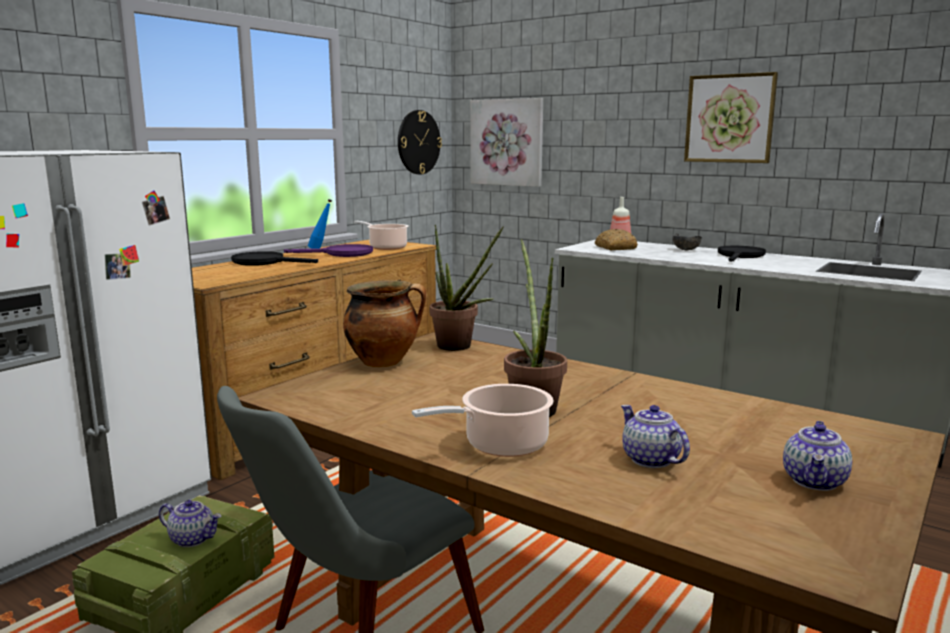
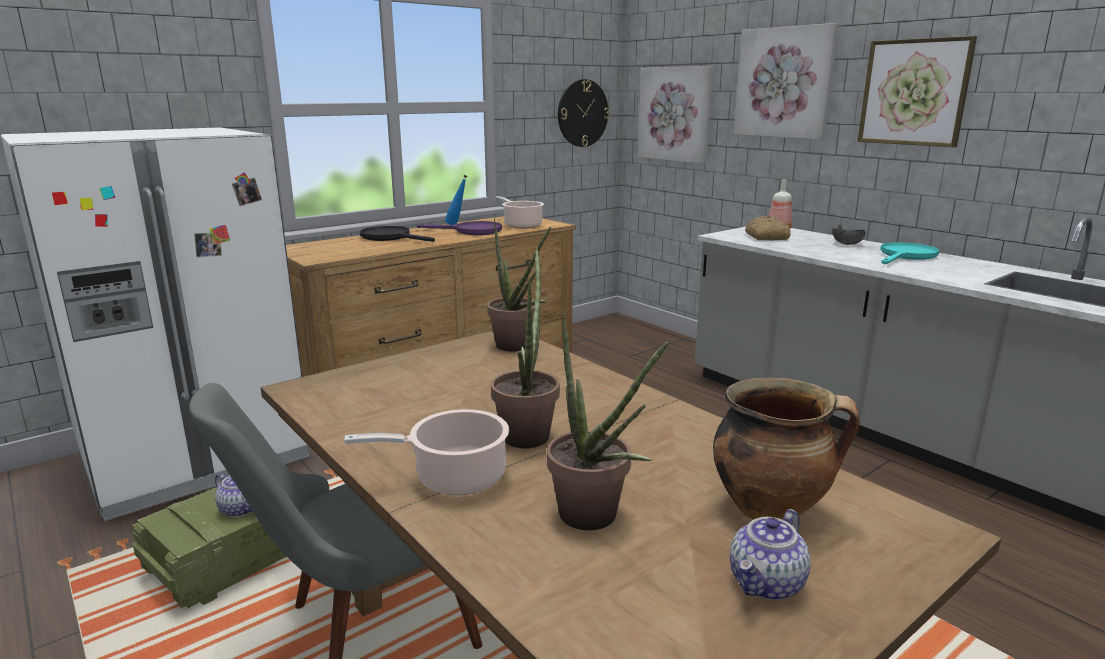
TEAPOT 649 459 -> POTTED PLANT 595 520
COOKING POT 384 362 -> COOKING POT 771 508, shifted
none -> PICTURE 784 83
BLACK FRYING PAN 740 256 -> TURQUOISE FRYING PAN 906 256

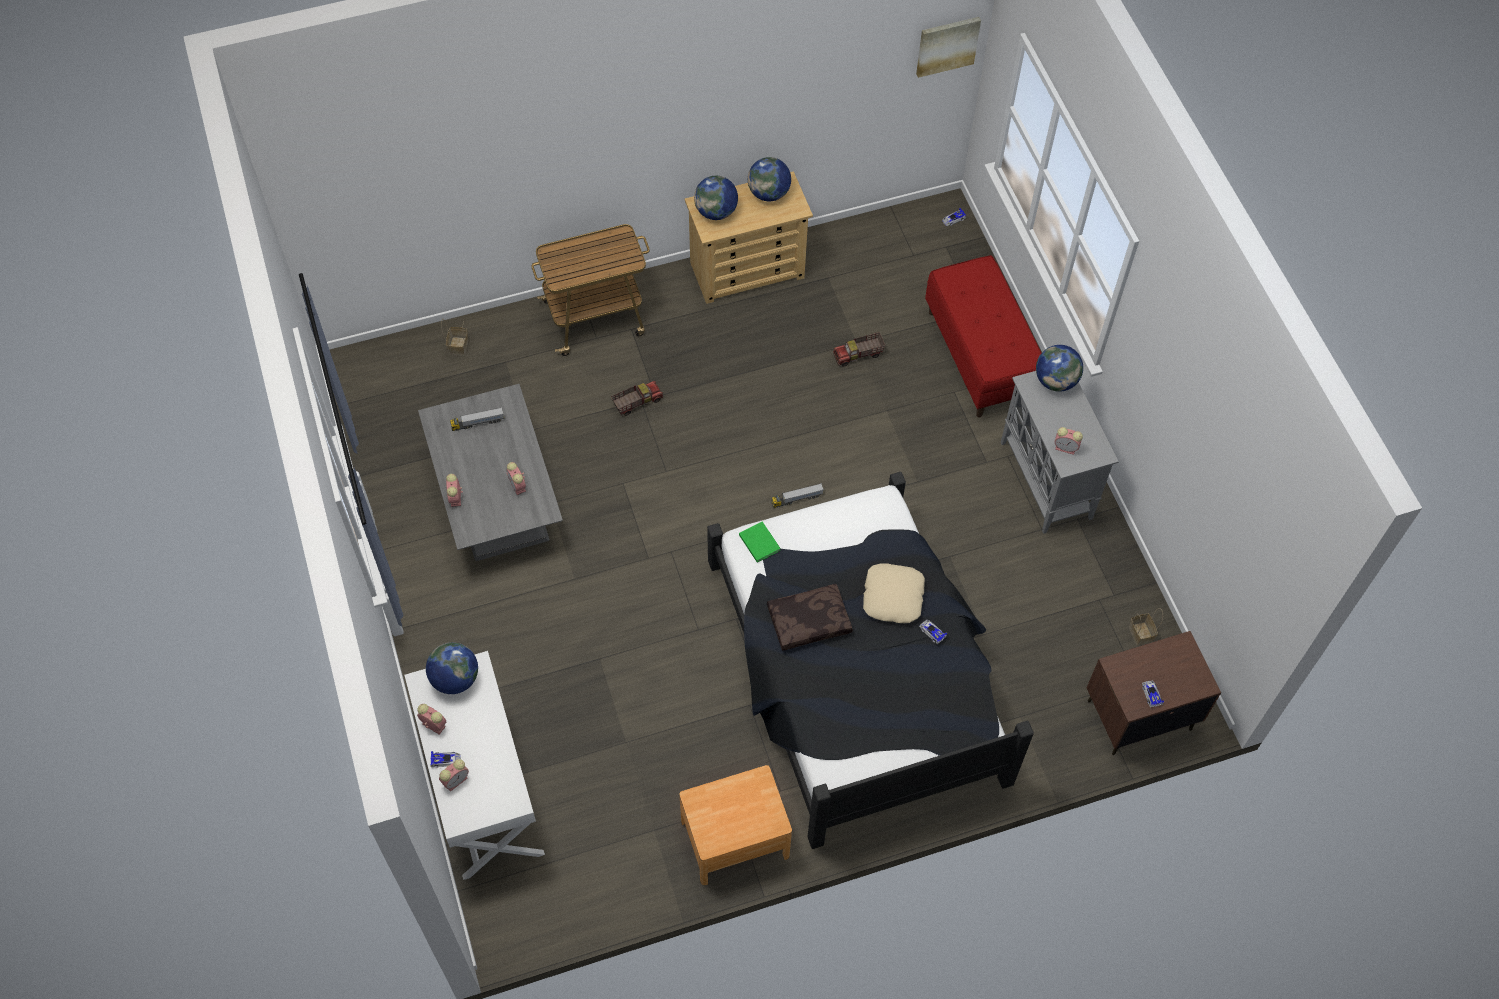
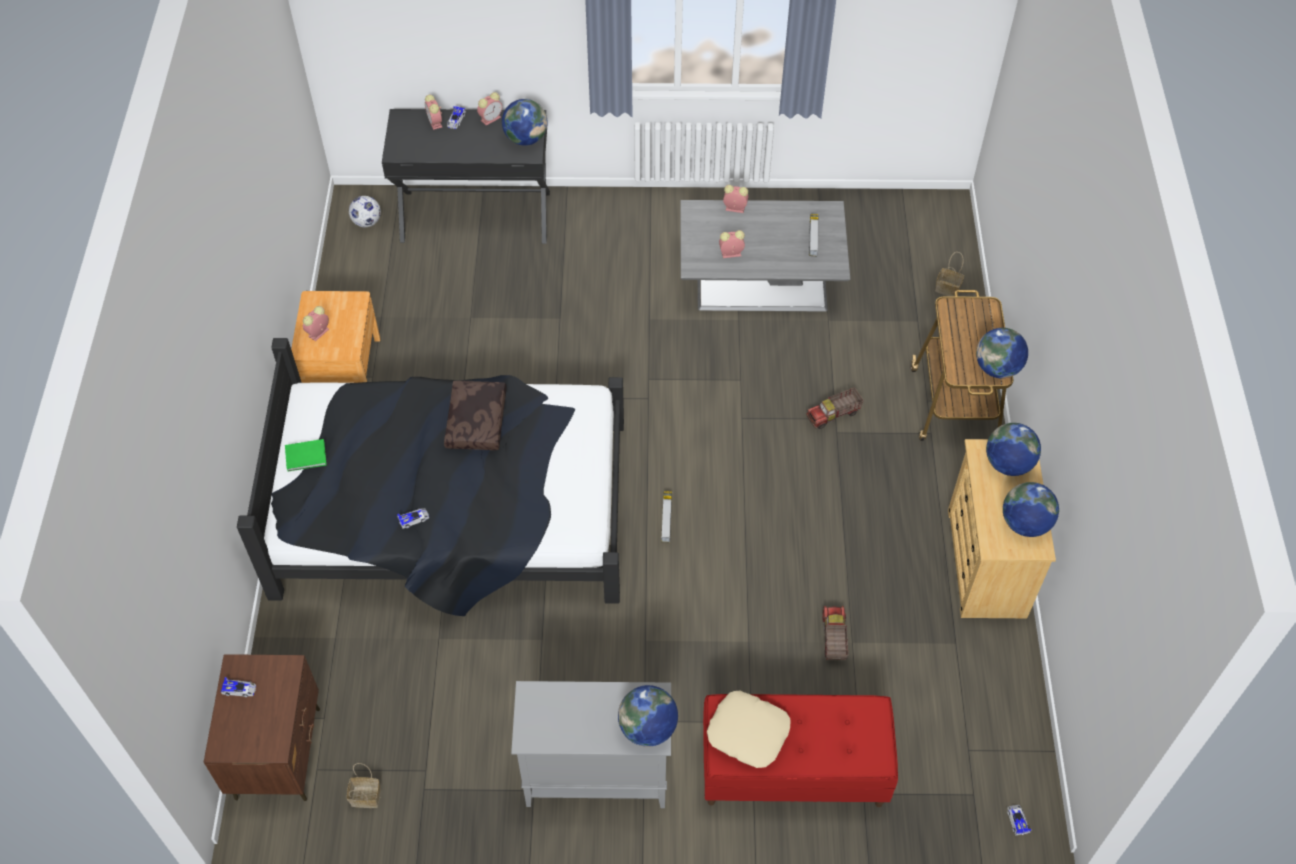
GREEN BOOK 759 541 -> GREEN BOOK 307 456, shifted
ALARM CLOCK 1066 448 -> ALARM CLOCK 318 333, shifted
none -> FOOTBALL 367 222
WHITE DESK 482 790 -> BLACK DESK 476 215
BEIGE PILLOW 892 596 -> BEIGE PILLOW 748 732, shifted
TOY TRUCK 637 402 -> TOY TRUCK 834 415, 75 degrees clockwise
none -> GLOBE 997 368
PICTURE 947 45 -> none

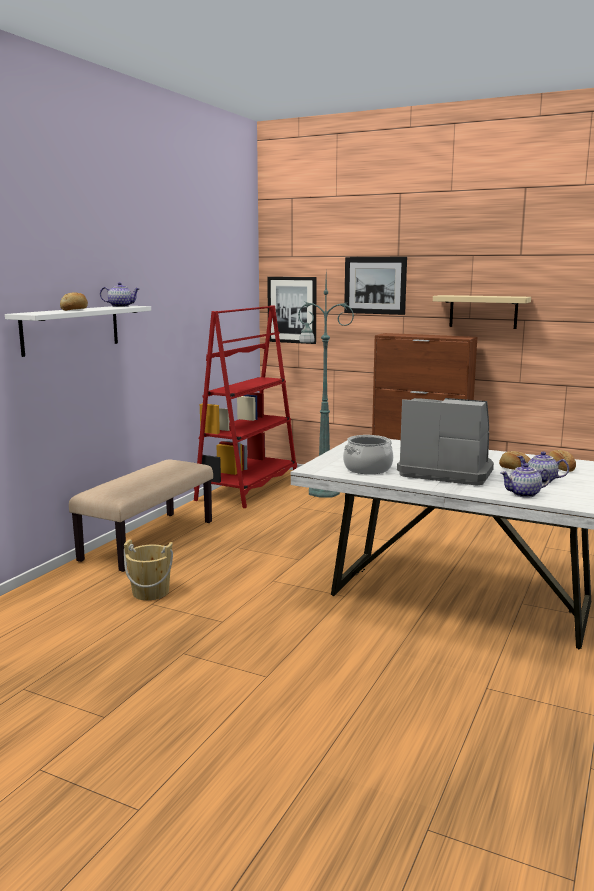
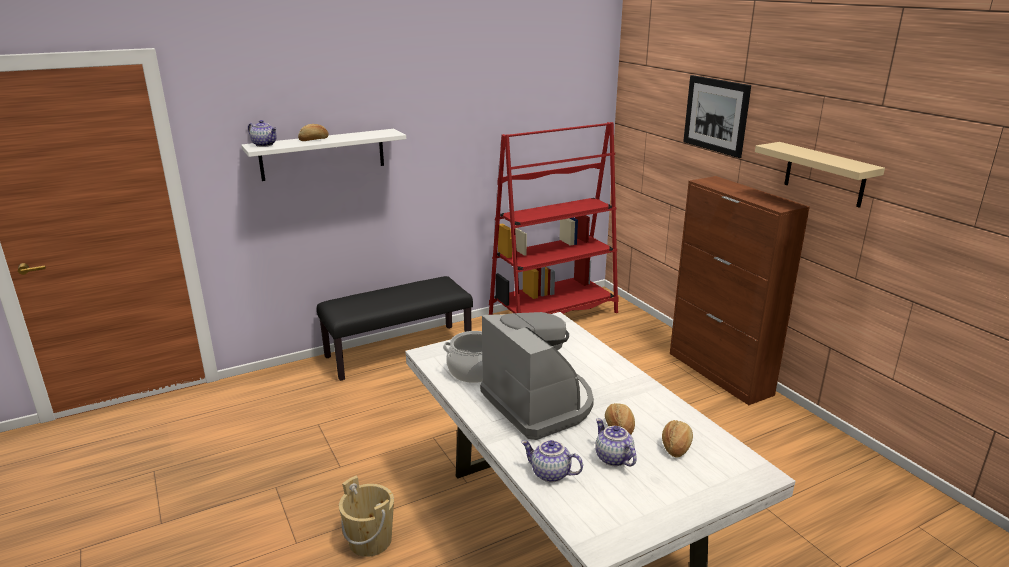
TEAPOT 121 306 -> TEAPOT 265 144, shifted
BEIGE BENCH 148 540 -> BLACK BENCH 399 351
BEIGE BUCKET 150 592 -> BEIGE BUCKET 370 540, shifted
PICTURE 292 310 -> none
GREEN FLOOR LAMP 322 492 -> none

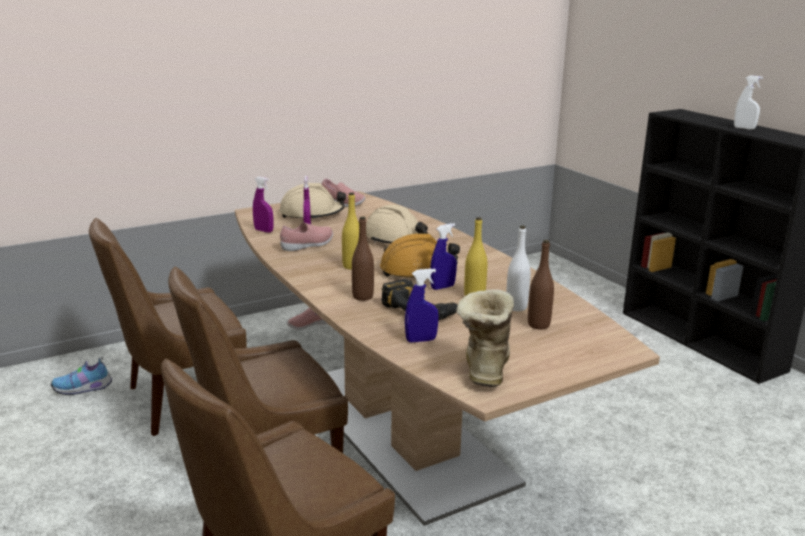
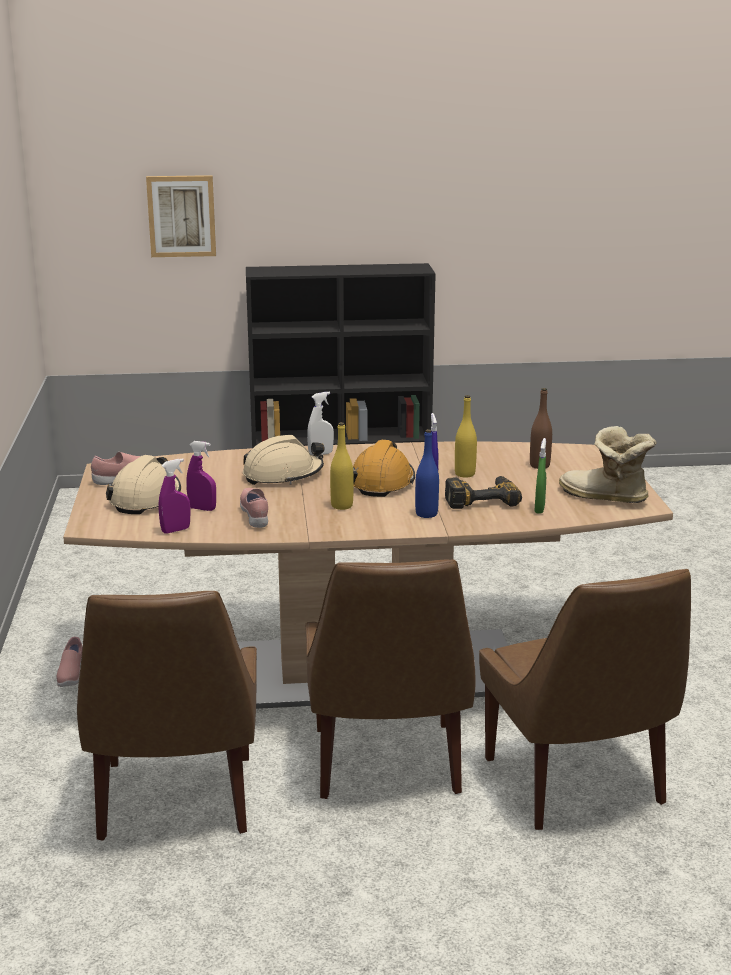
none -> PICTURE 181 216
WHITE SPRAY BOTTLE 744 128 -> WHITE SPRAY BOTTLE 320 454, shifted
BROWN BOTTLE 363 297 -> BLUE BOTTLE 426 514
BLUE SPRAY BOTTLE 421 340 -> GREEN SPRAY BOTTLE 539 509
SHOE 84 389 -> none
WHITE BOTTLE 516 307 -> none

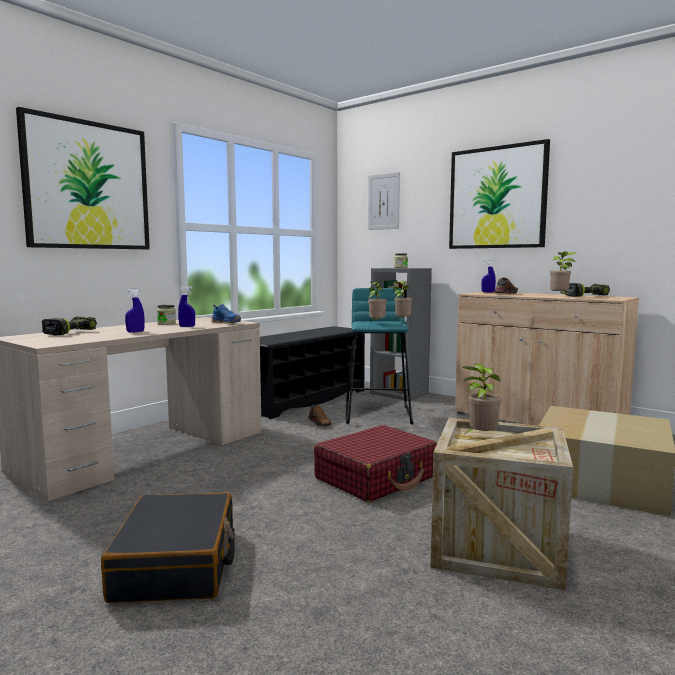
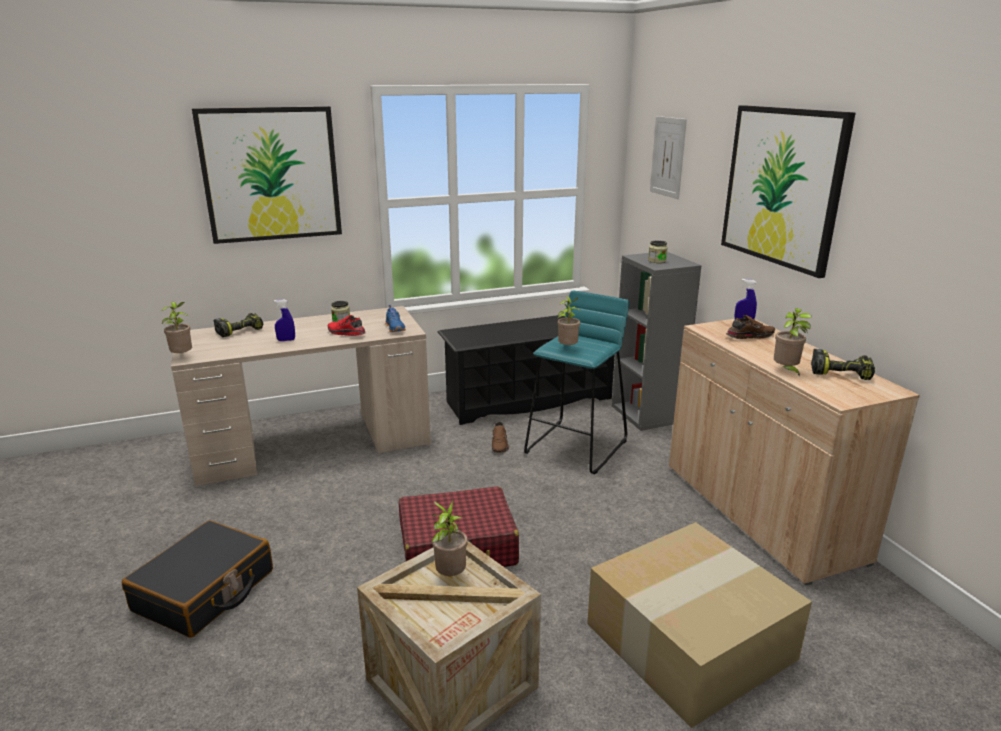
POTTED PLANT 402 321 -> POTTED PLANT 183 357, shifted
BLUE SPRAY BOTTLE 187 326 -> RED SHOE 345 333

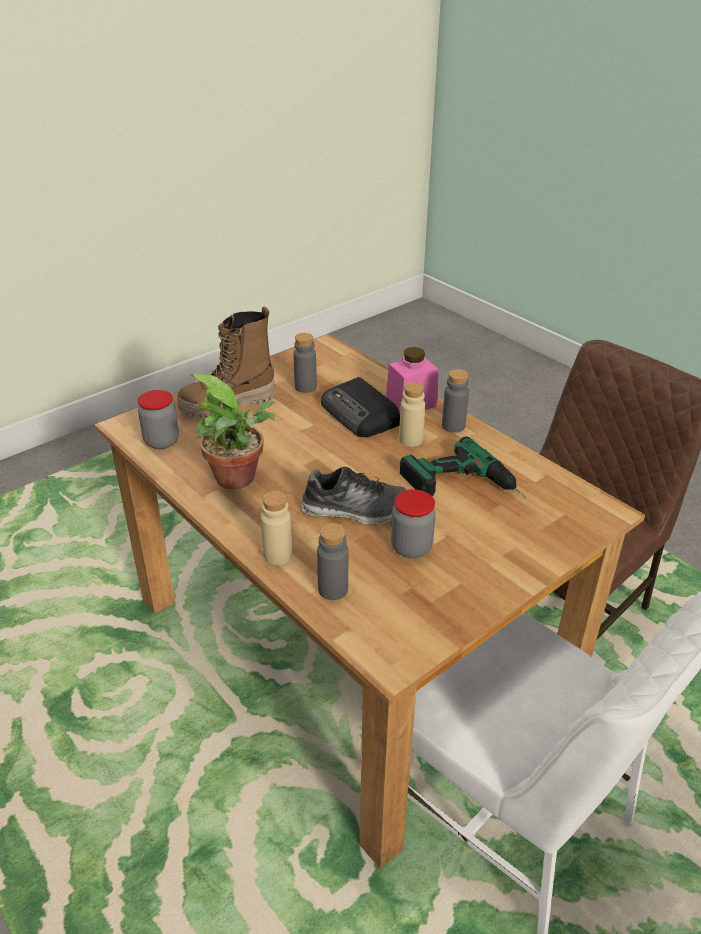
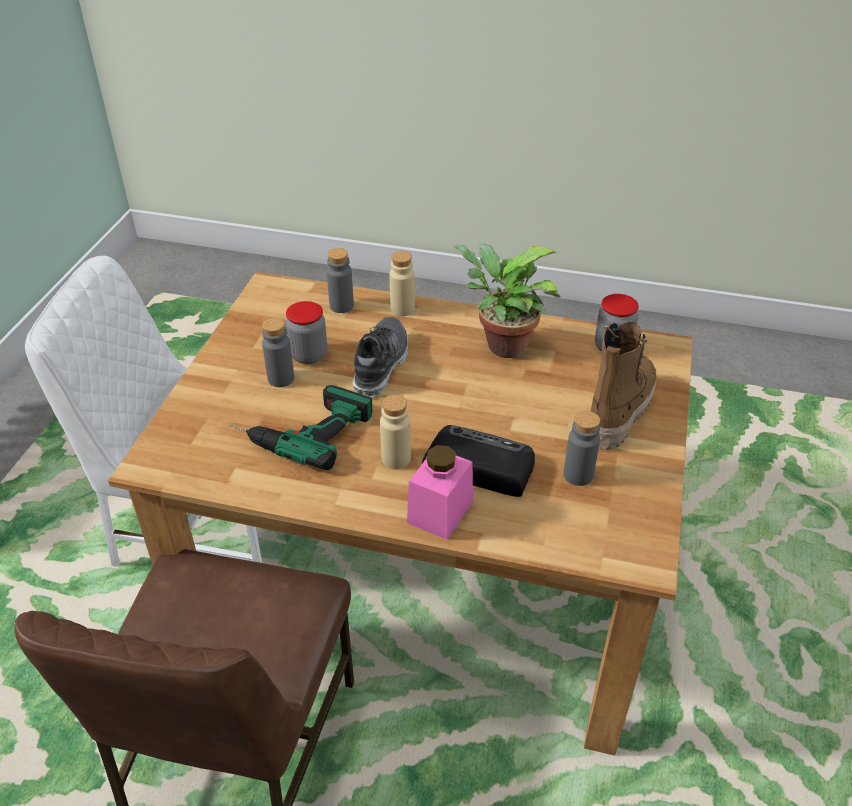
GREY BOTTLE 453 426 -> GREY BOTTLE 281 378, shifted
SHOE 355 509 -> SHOE 380 364, 135 degrees clockwise

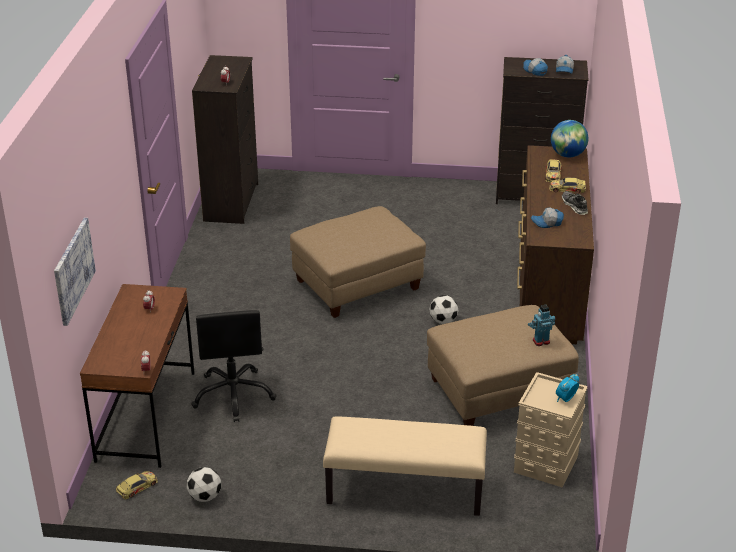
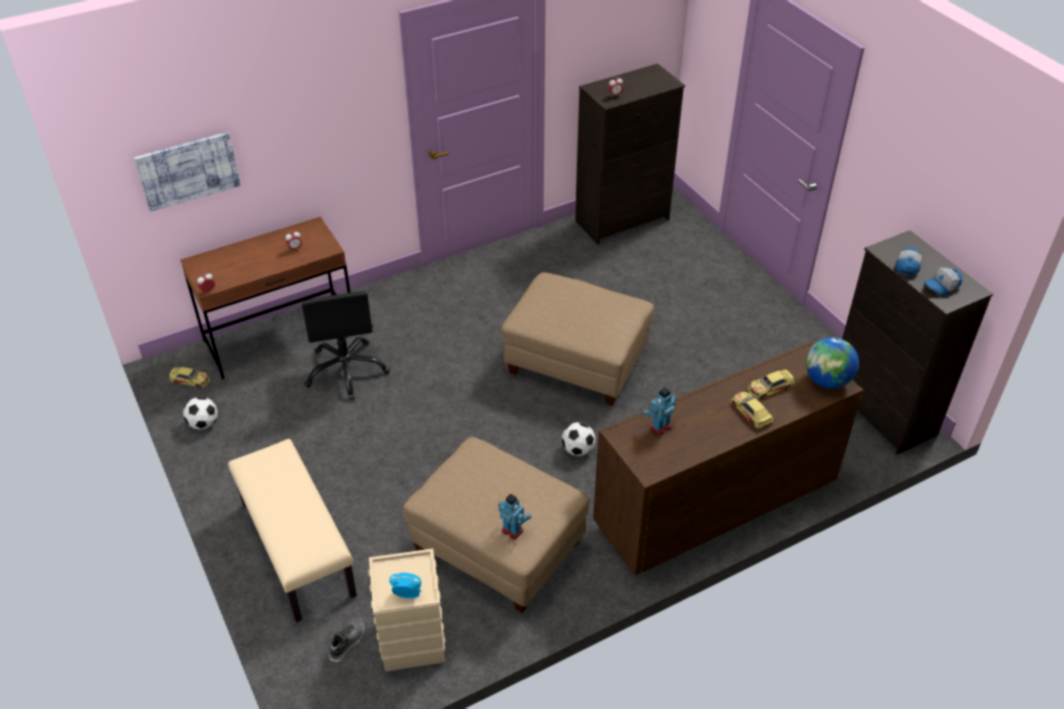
BLACK OFFICE CHAIR 234 395 -> BLACK OFFICE CHAIR 346 370, 60 degrees counterclockwise
SHOE 574 206 -> SHOE 347 642, shifted
CAP 547 223 -> TOY ROBOT 659 426

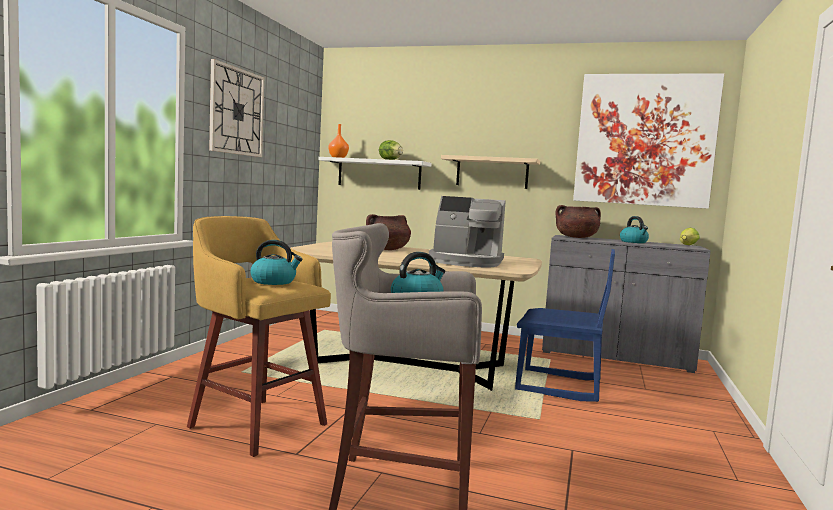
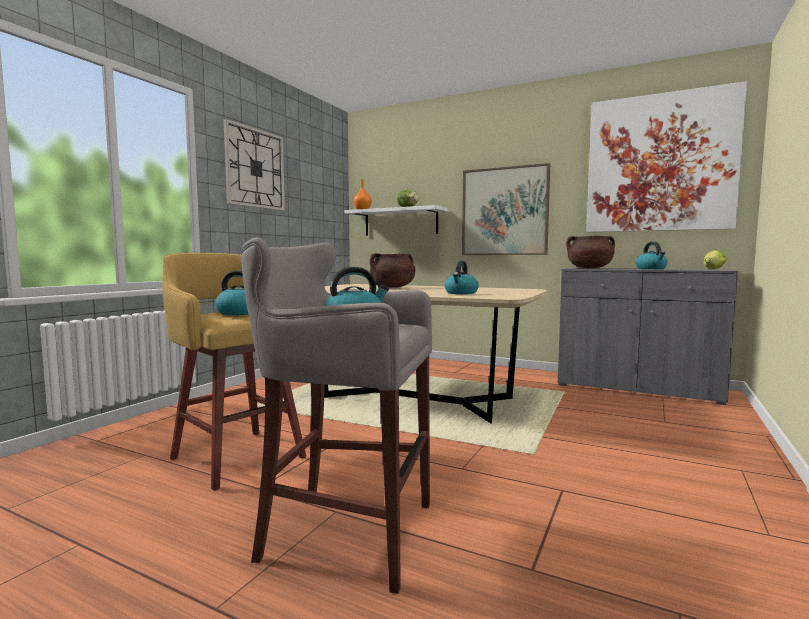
COFFEE MACHINE 466 262 -> KETTLE 461 293
BEIGE SHELF 492 172 -> PICTURE 504 211
BLUE CHAIR 558 386 -> none

